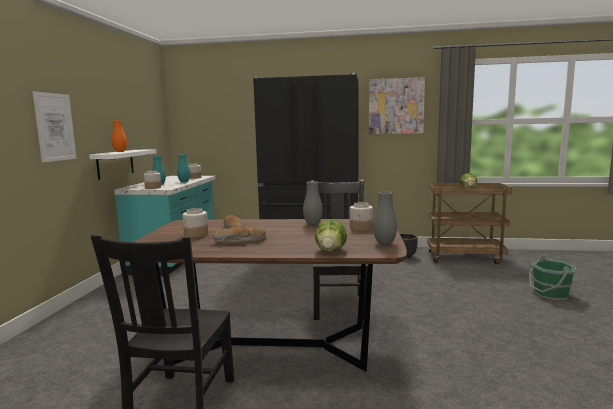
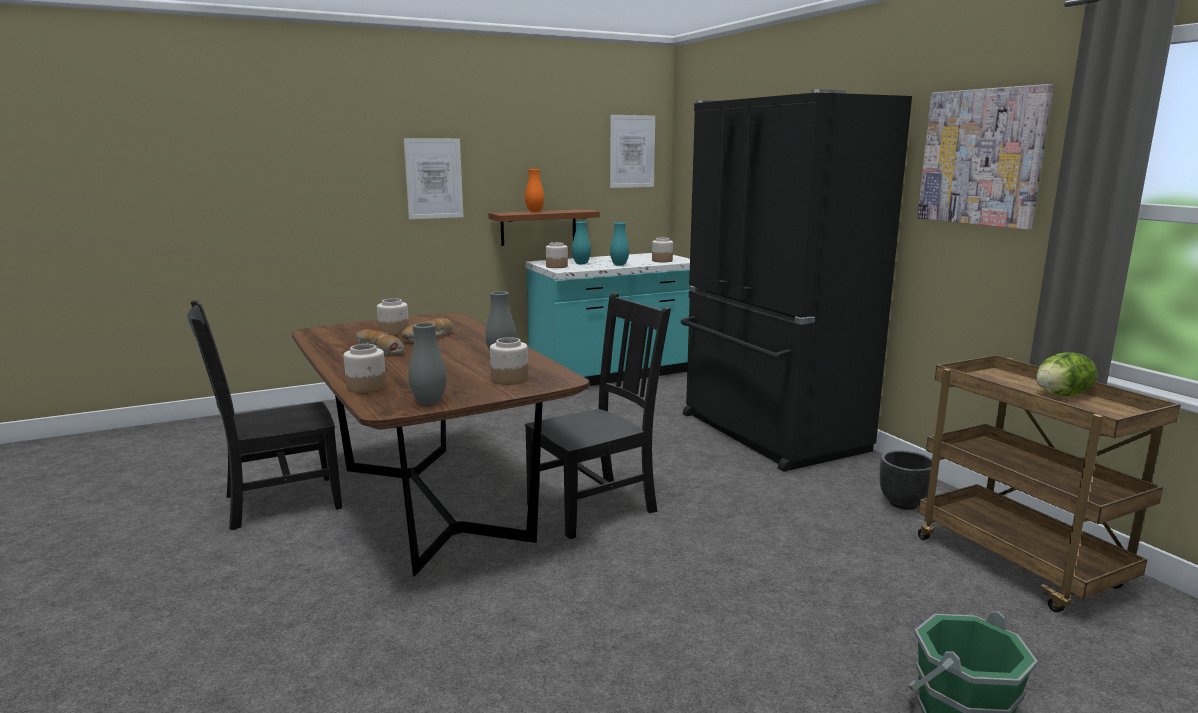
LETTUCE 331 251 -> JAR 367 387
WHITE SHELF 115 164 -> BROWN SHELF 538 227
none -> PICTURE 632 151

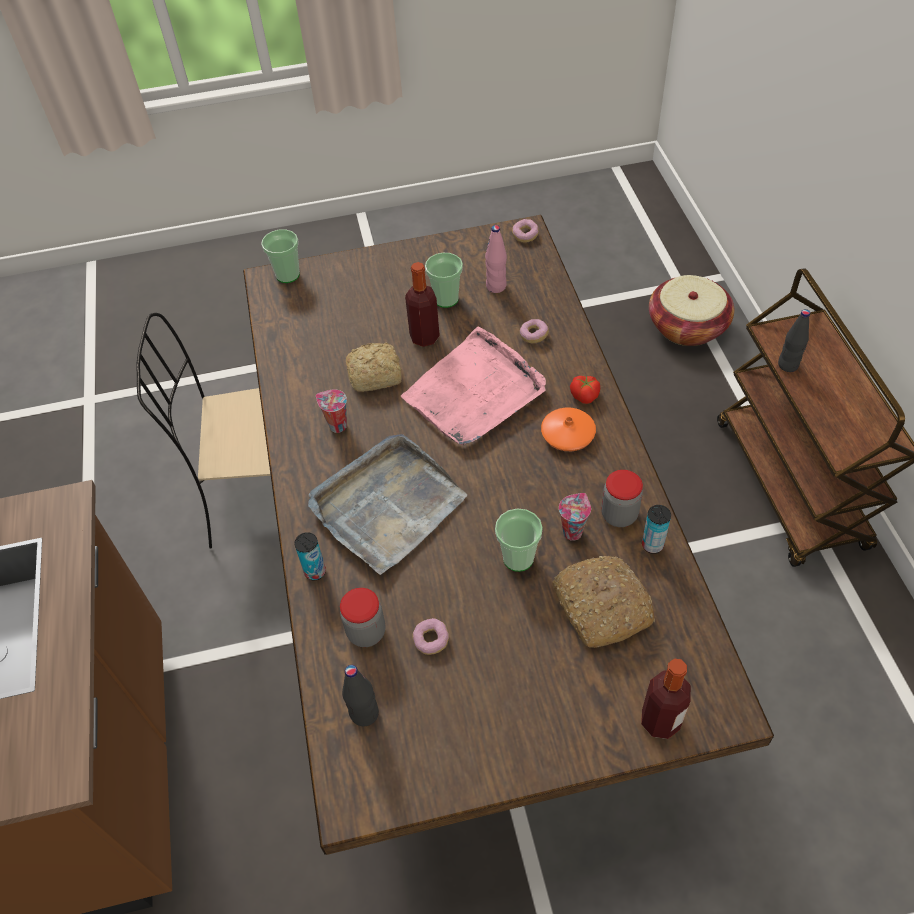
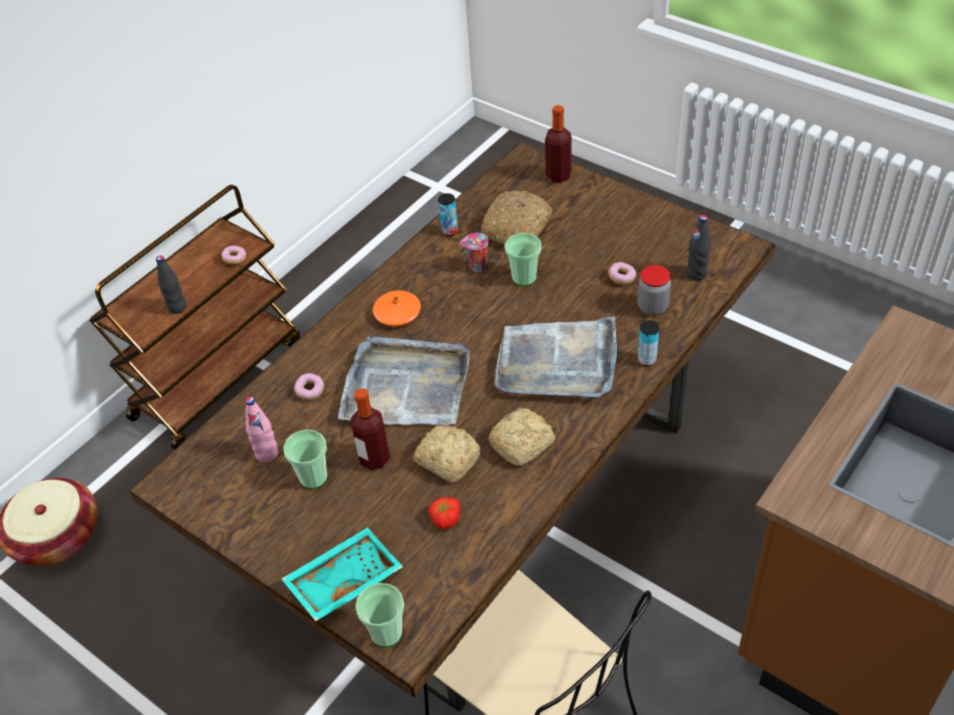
DONUT 525 235 -> DONUT 235 259, shifted
none -> TURQUOISE TRAY 343 579
PINK TRAY 474 392 -> GREY TRAY 406 386
TOMATO 585 395 -> TOMATO 445 518, shifted
CUP 336 426 -> BREAD 523 443
JAR 619 515 -> none

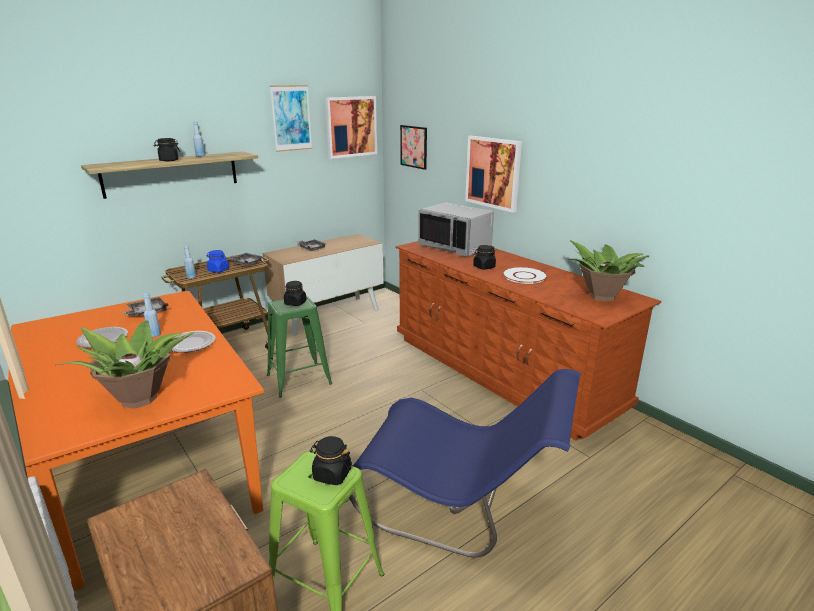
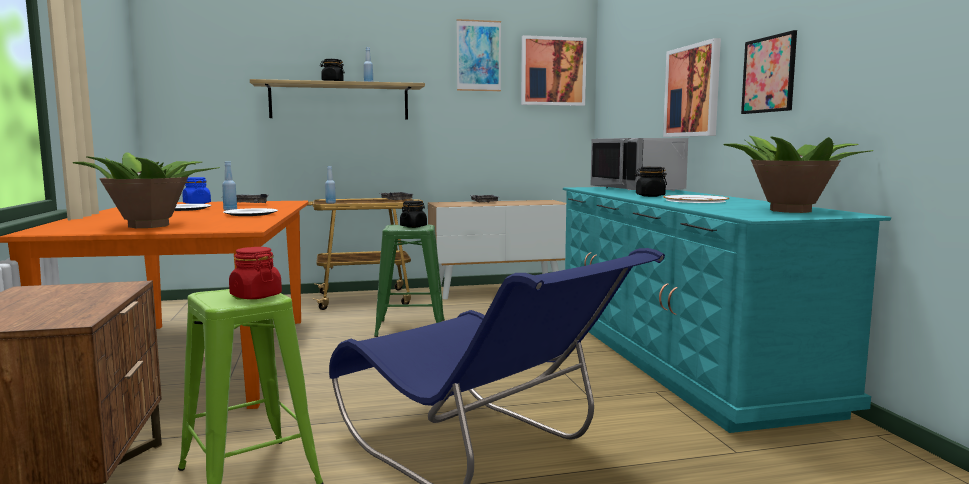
BLUE JAR 218 270 -> BLUE JAR 196 203, shifted
BLACK JAR 331 474 -> RED JAR 255 296
BROWN DRESSER 501 371 -> TURQUOISE DRESSER 676 356
PICTURE 414 146 -> PICTURE 769 74, shifted

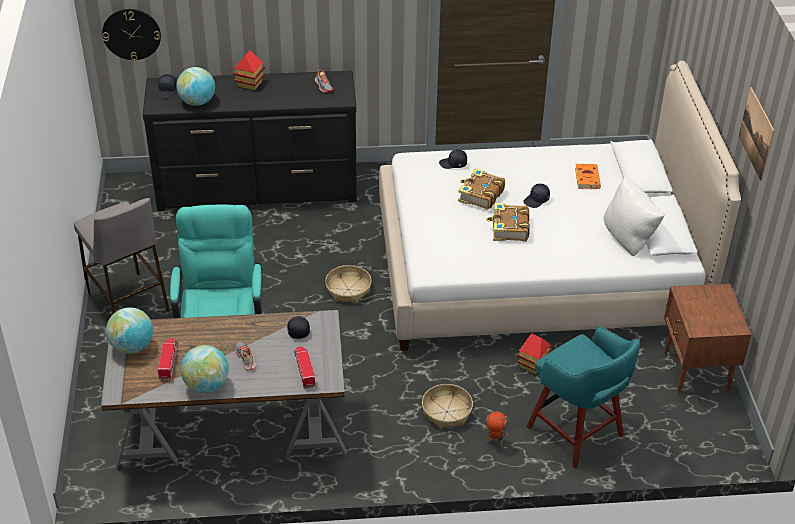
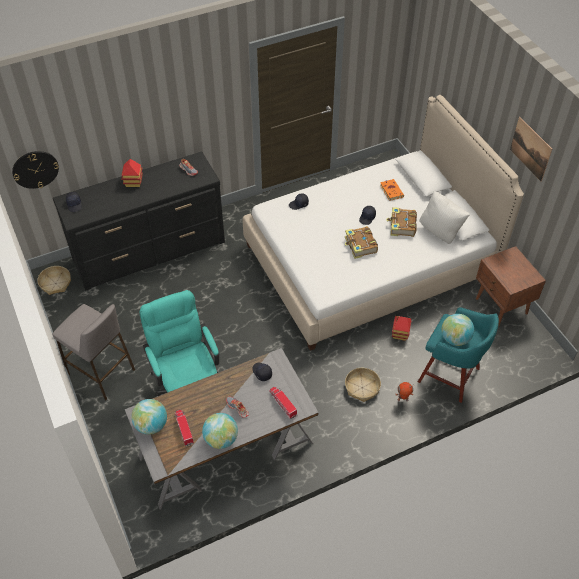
BASKET 348 290 -> BASKET 55 283, shifted
BOOK 480 195 -> BOOK 402 226, shifted
GLOBE 197 102 -> GLOBE 455 339, shifted

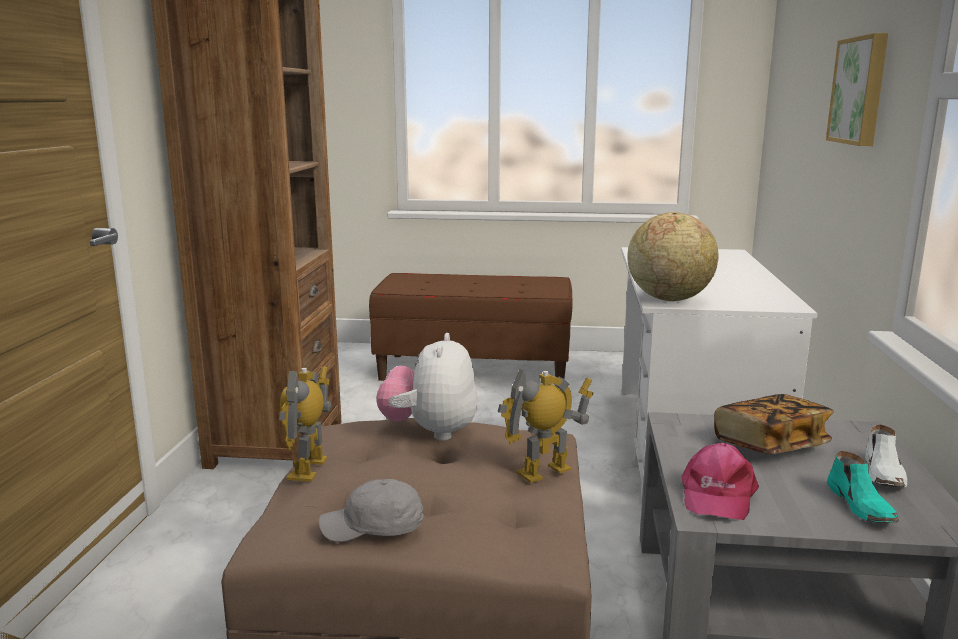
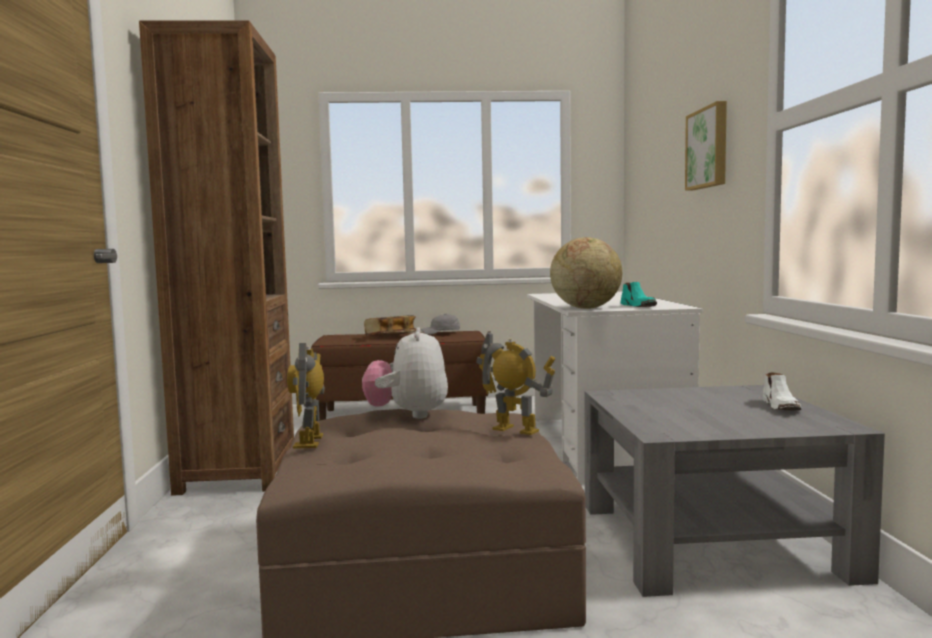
BOOK 770 445 -> BOOK 390 336, shifted
GREY CAP 373 529 -> GREY CAP 441 333, shifted
TOY ROBOT 544 472 -> TOY ROBOT 515 430, 75 degrees clockwise
TURQUOISE SHOE 861 506 -> TURQUOISE SHOE 639 306, shifted
PINK CAP 716 494 -> none

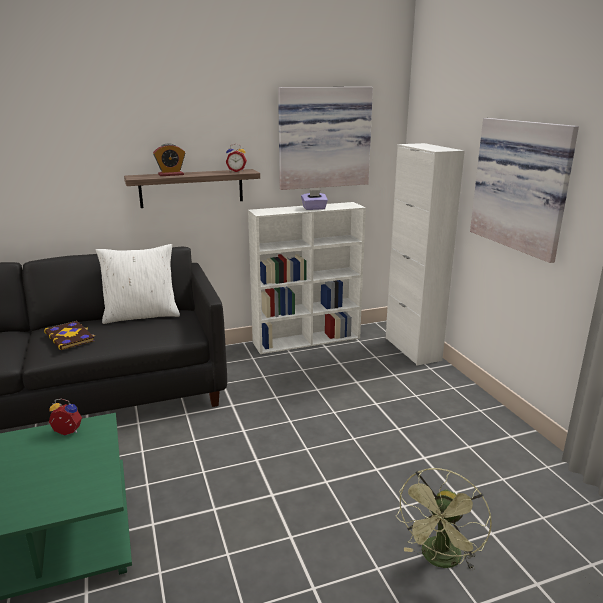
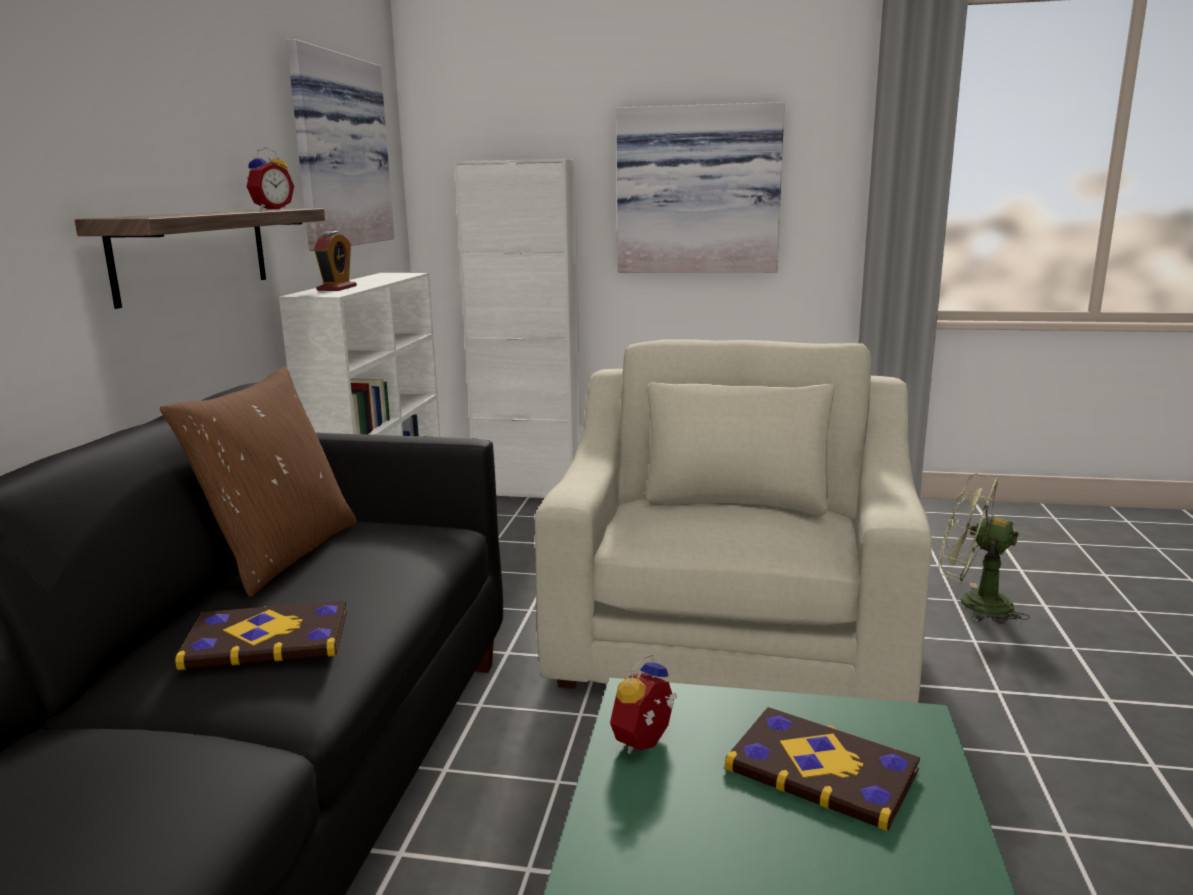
WHITE PILLOW 141 315 -> BROWN PILLOW 281 554
ALARM CLOCK 171 174 -> ALARM CLOCK 337 288, shifted
none -> BEIGE ARMCHAIR 730 632
none -> BOOK 822 769
GREEN FAN 440 560 -> GREEN FAN 973 603, 150 degrees clockwise
PURPLE TISSUE BOX 314 208 -> none

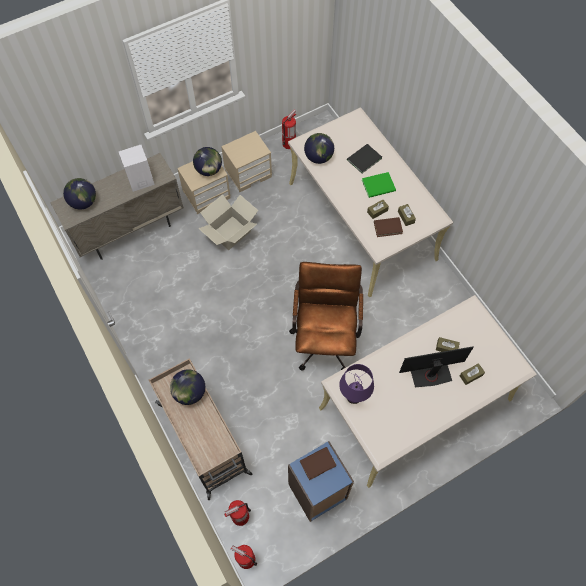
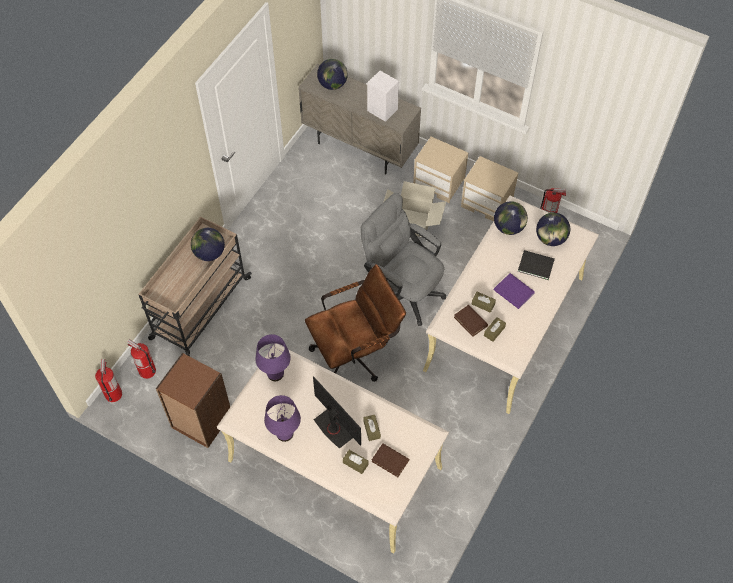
BLUE BOOKCASE 317 492 -> BROWN BOOKCASE 201 421
none -> PURPLE TABLE LAMP 284 434
none -> GREY OFFICE CHAIR 402 290
BROWN BOOK 317 463 -> BROWN BOOK 390 461, shifted
GREEN BOOK 379 186 -> PURPLE BOOK 514 293
GLOBE 209 170 -> GLOBE 550 239, shifted

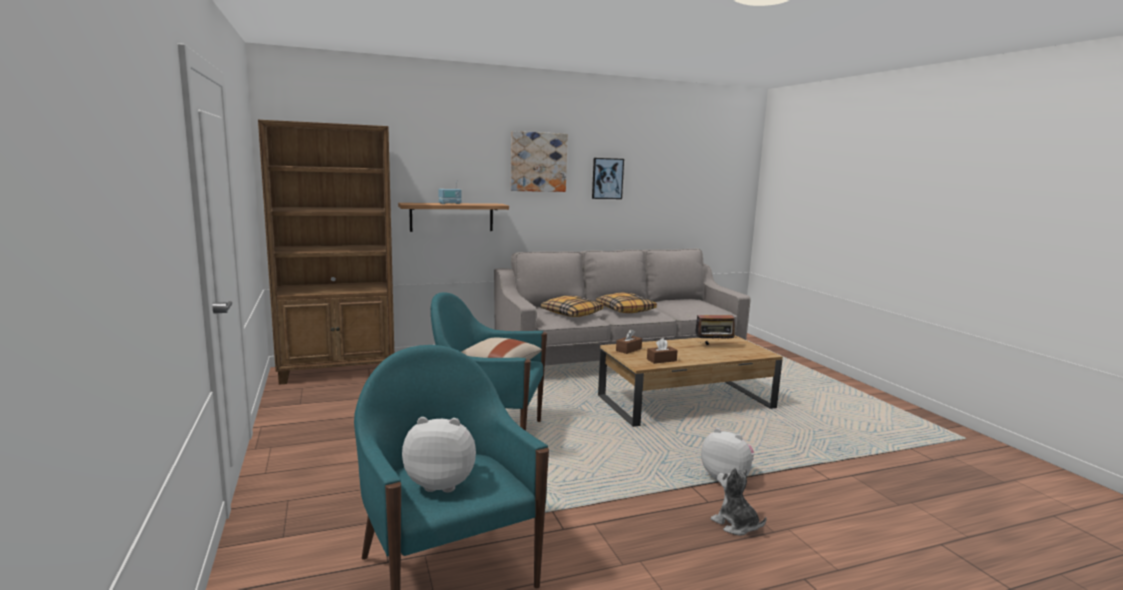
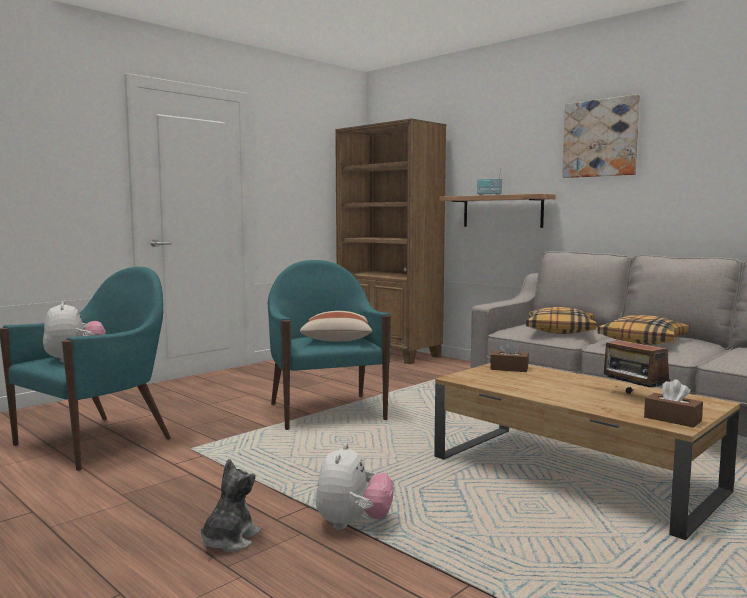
BROWN TISSUE BOX 661 360 -> BROWN TISSUE BOX 672 419, shifted
PICTURE 607 178 -> none

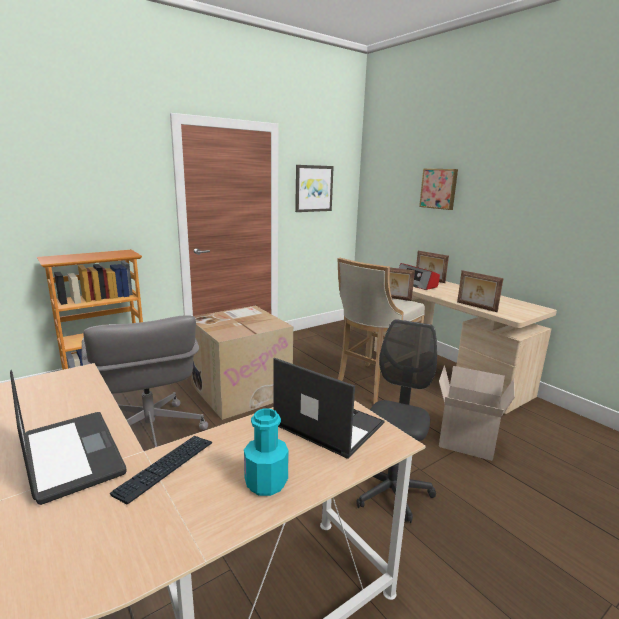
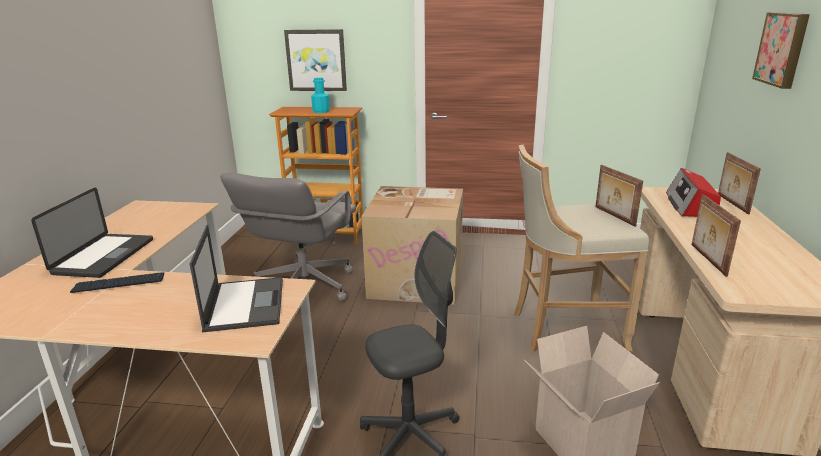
PICTURE 313 188 -> PICTURE 316 60, shifted
TURQUOISE BOTTLE 266 482 -> TURQUOISE BOTTLE 321 111, shifted

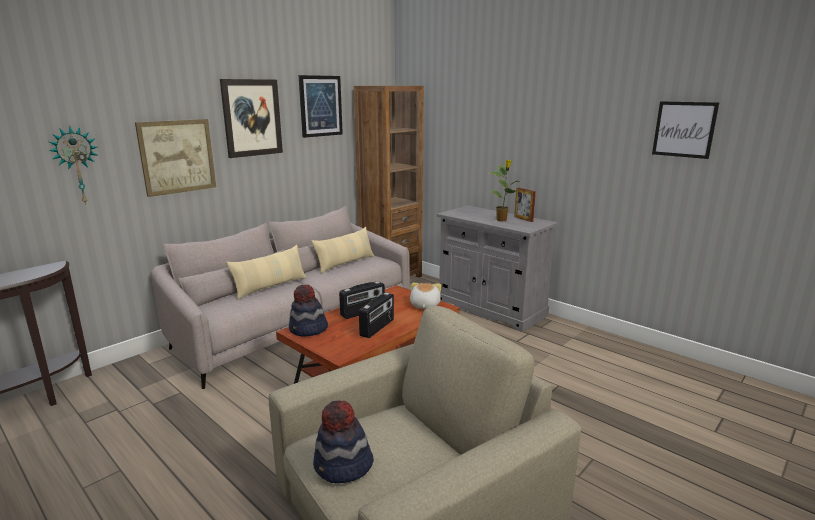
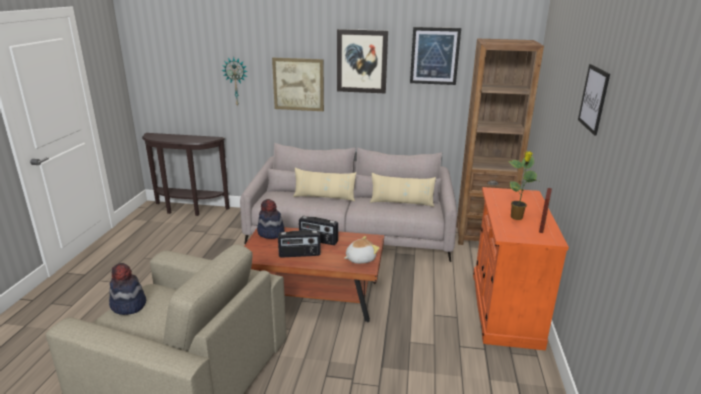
GREY CABINET 490 308 -> ORANGE CABINET 504 308
PICTURE 684 129 -> PICTURE 593 98, shifted

